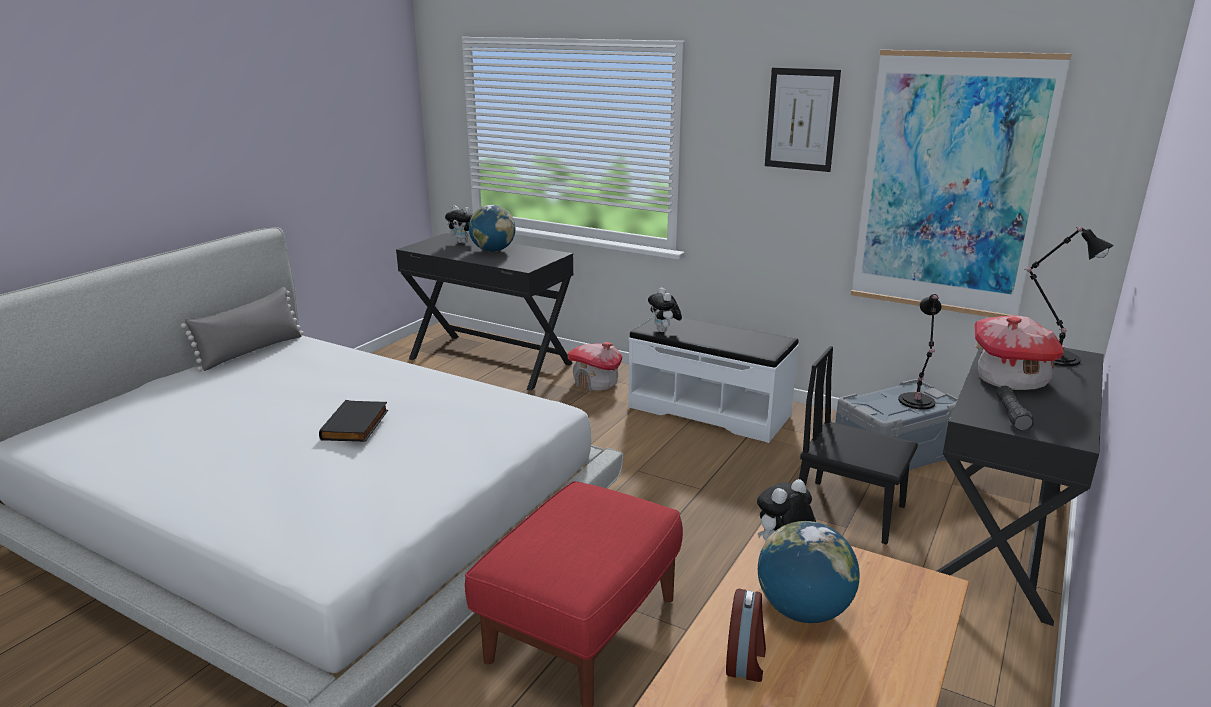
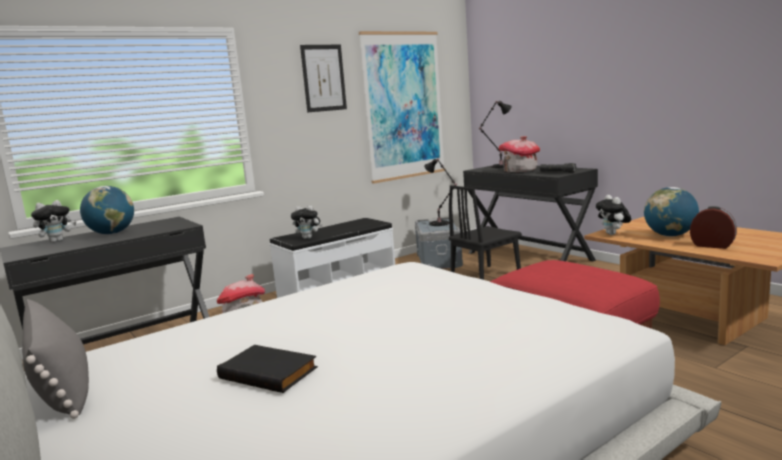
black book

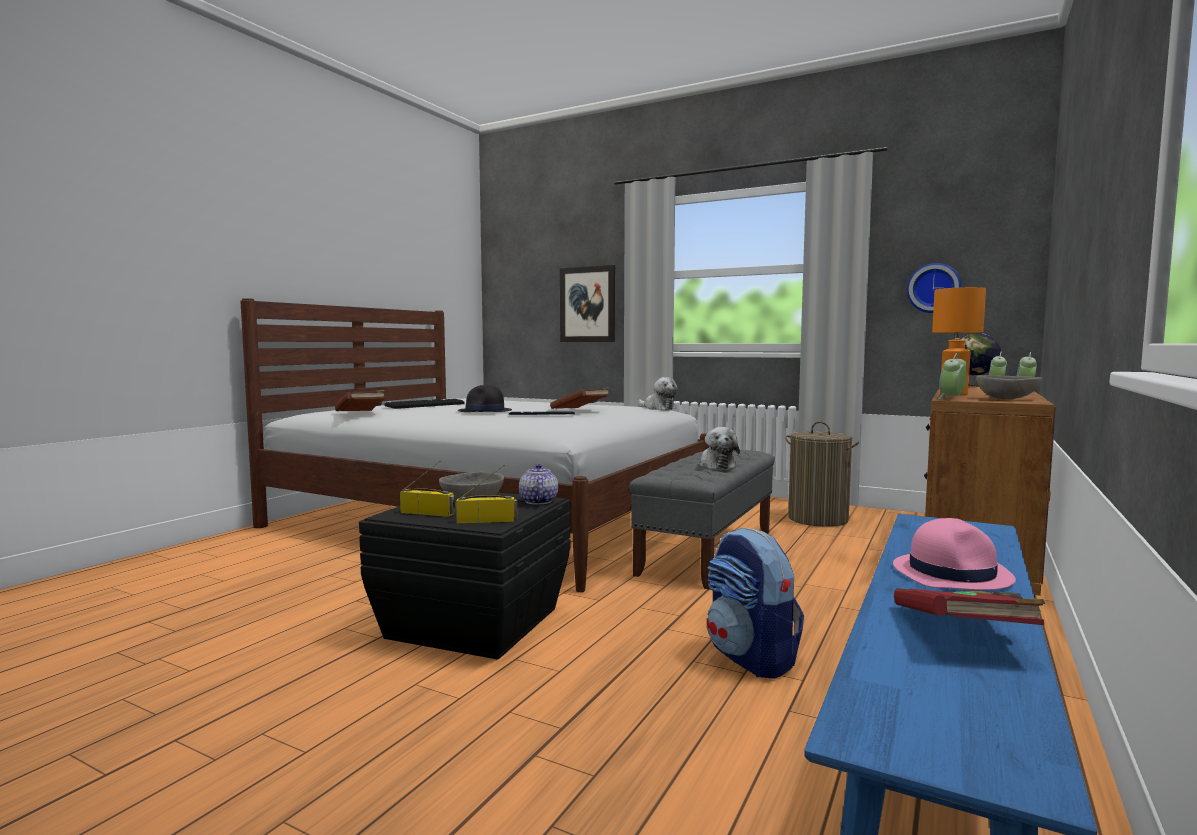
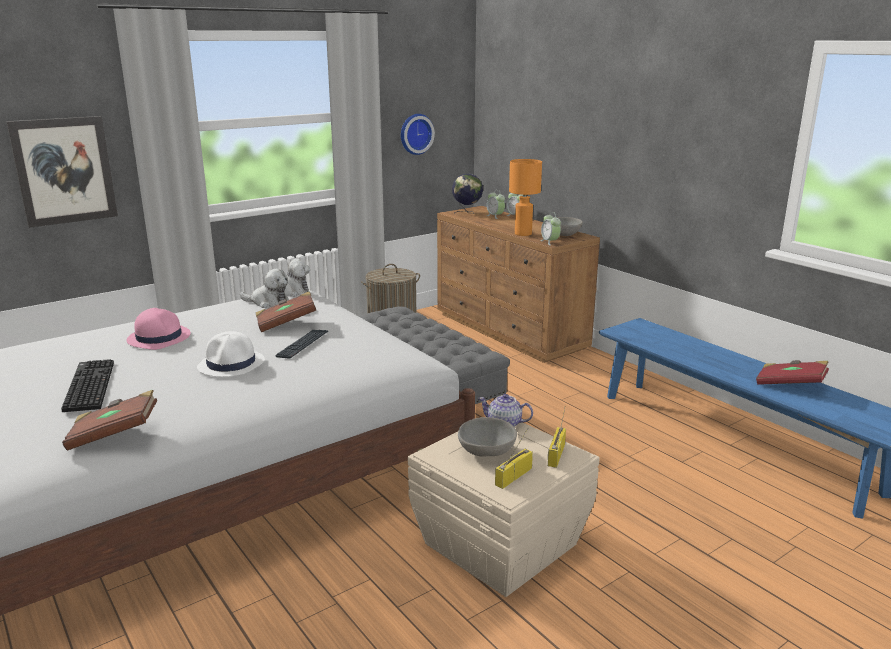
backpack
plush toy (1st from left)
pink hat
beige storage box
white hat

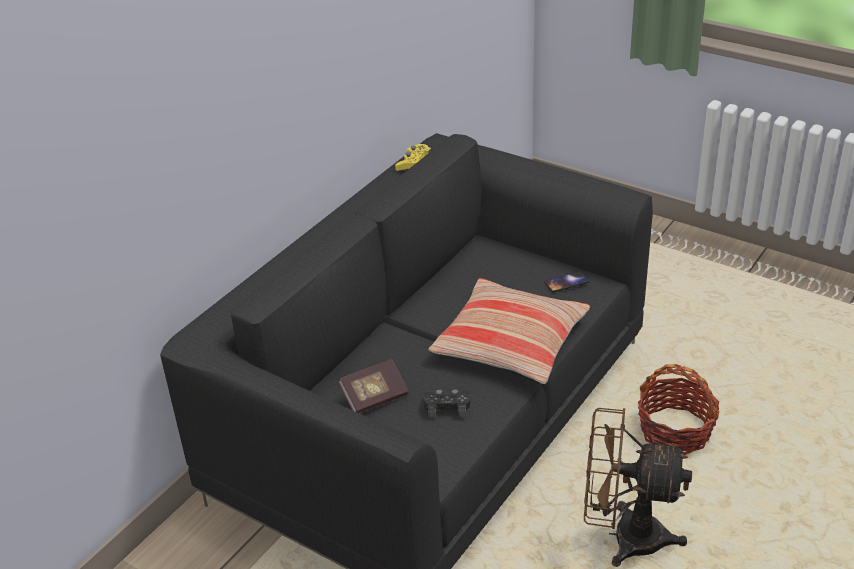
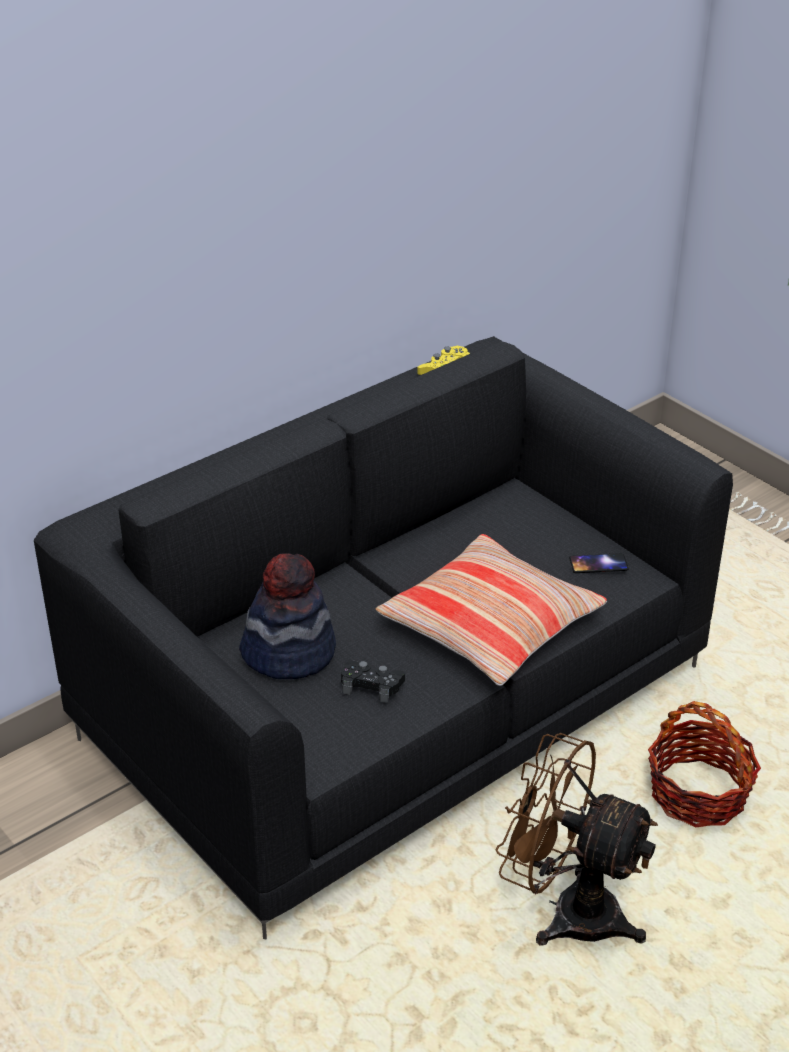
hat

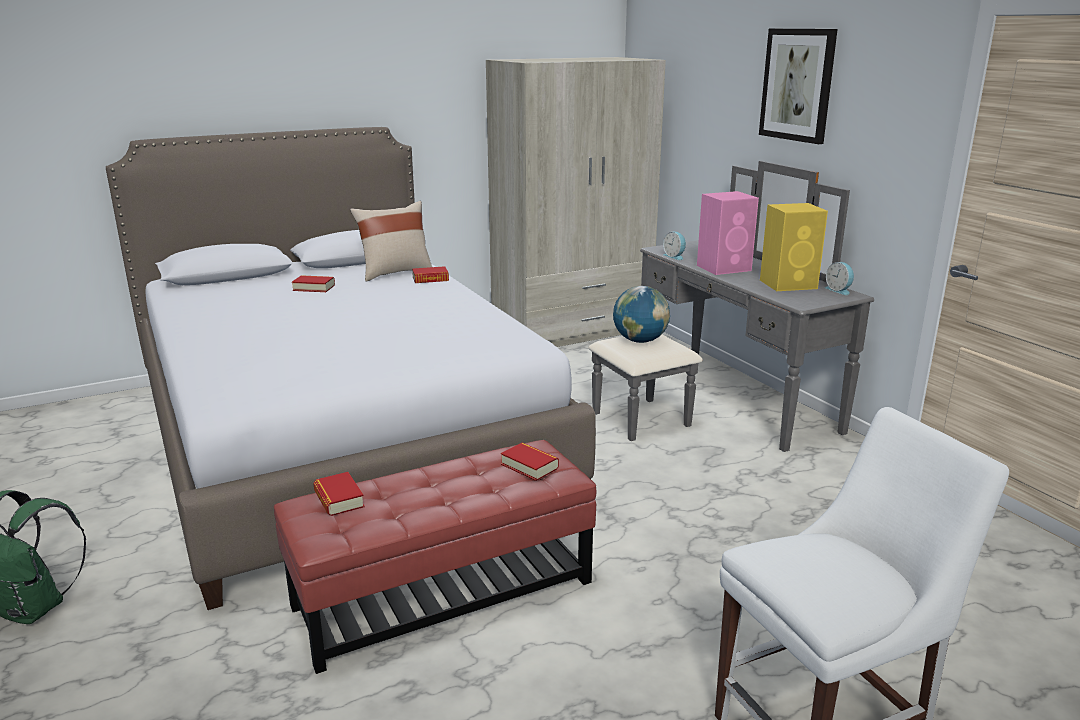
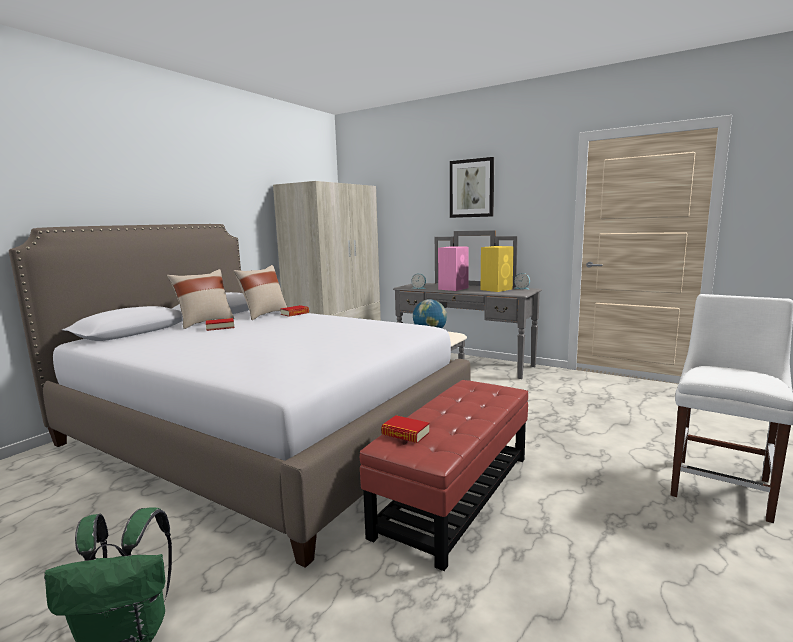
book (4th from left in the first image)
beige pillow (1st from left)

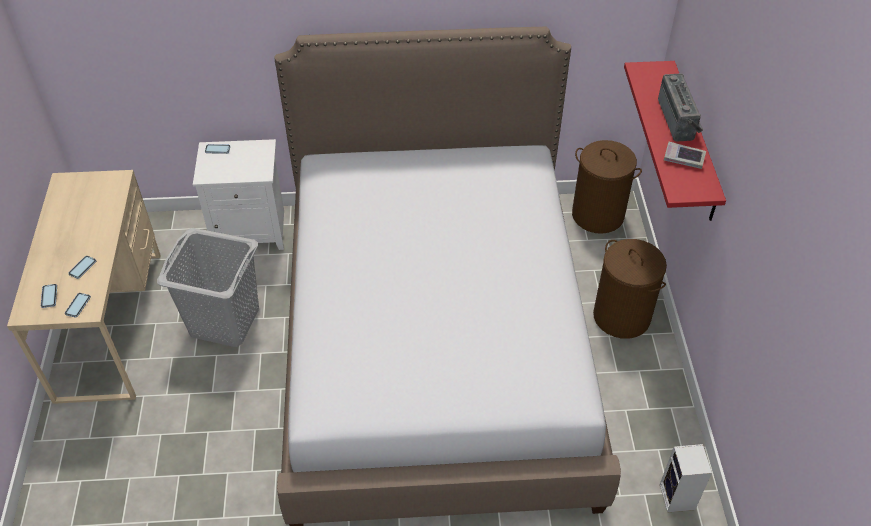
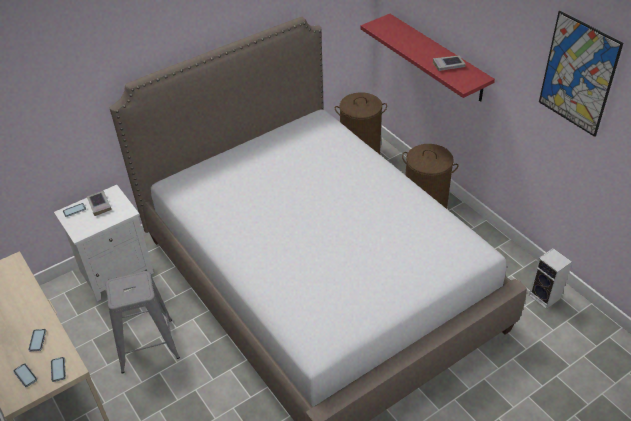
radio
book (1st from left)
picture
grey stool

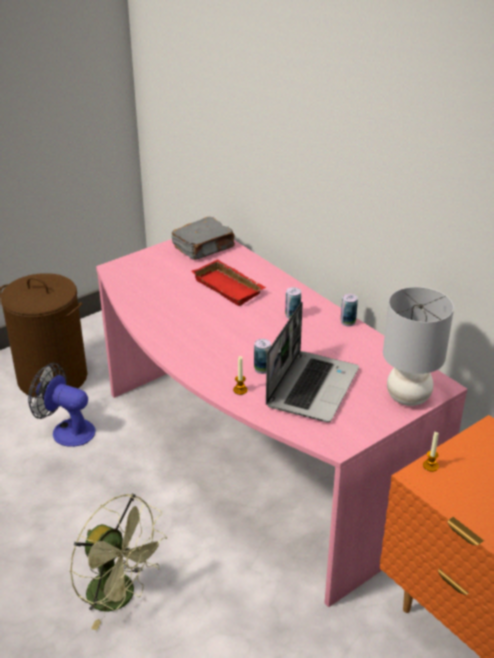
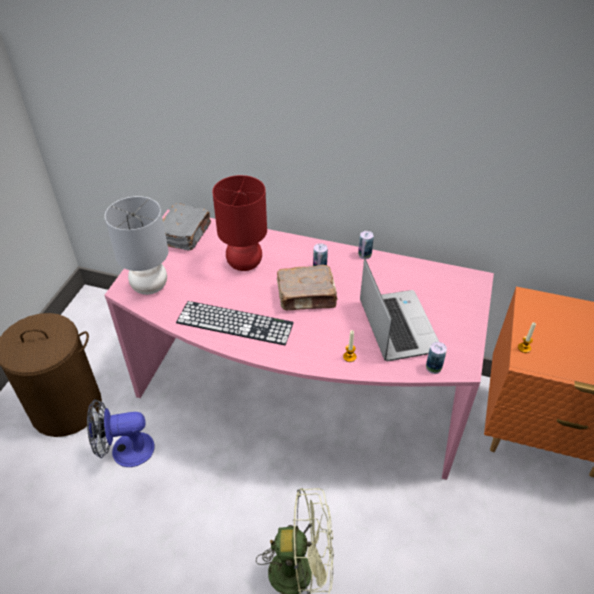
keyboard
brown book
can (3rd from left)
grey table lamp
red table lamp

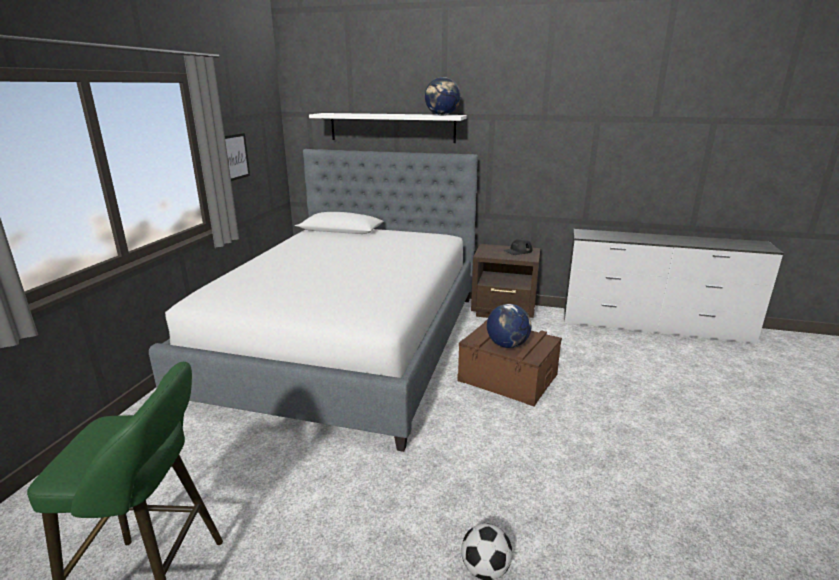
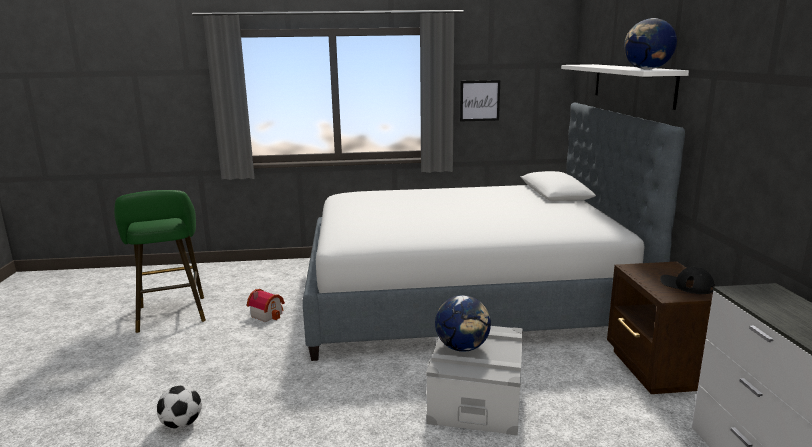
toy house
grey storage box

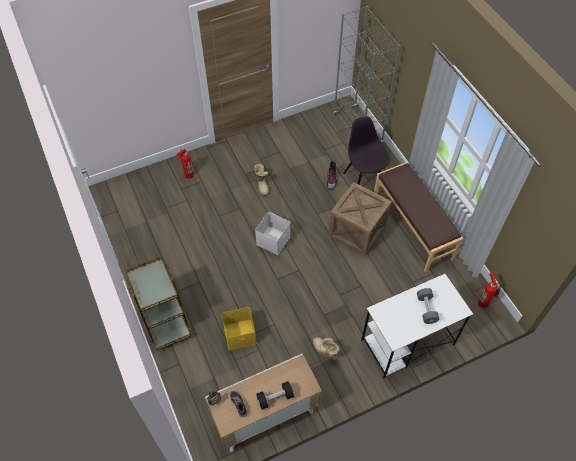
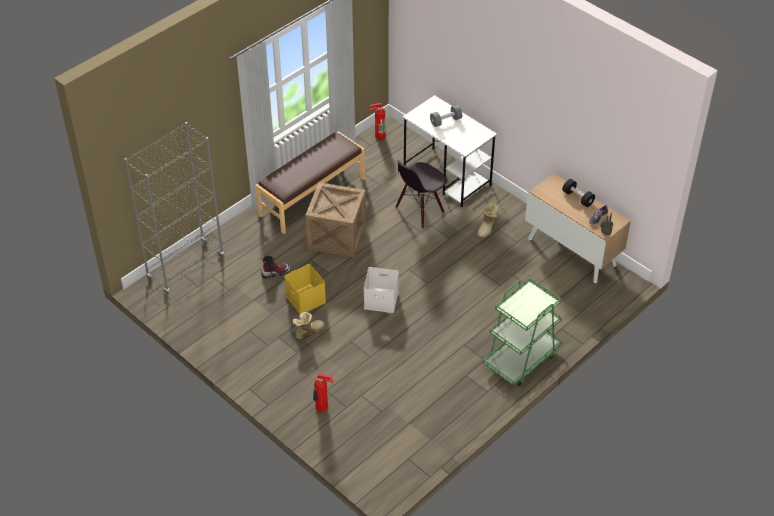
yellow storage box
black chair
green cart

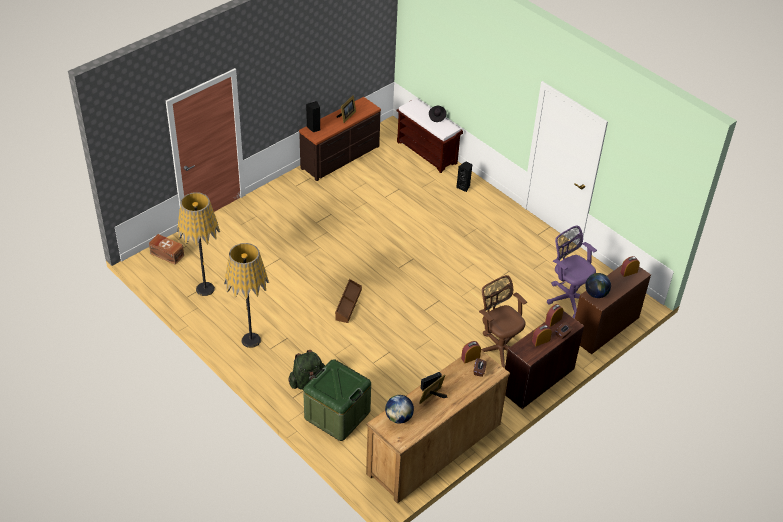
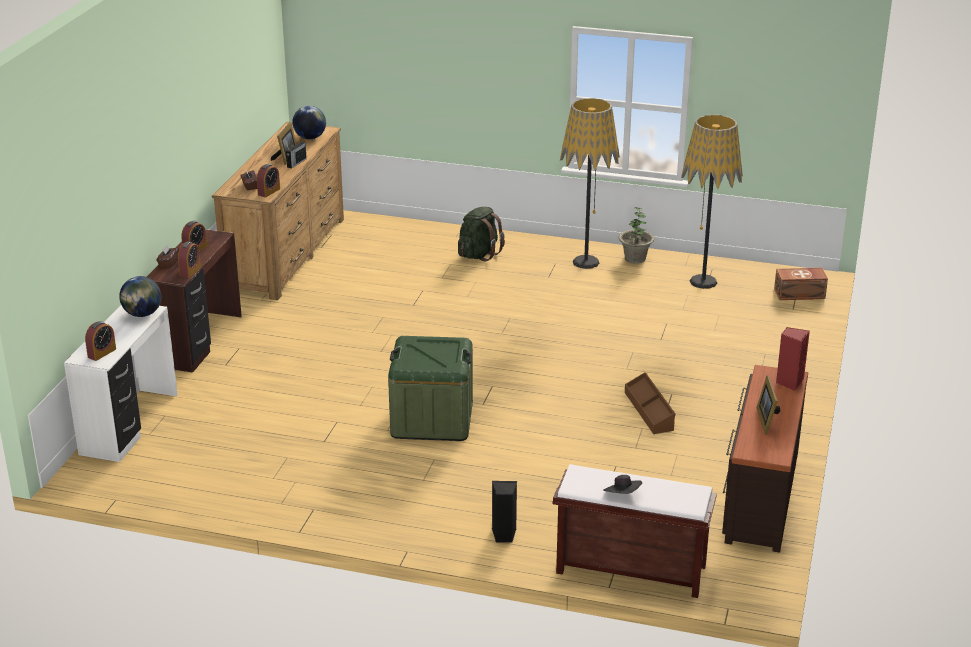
brown office chair
purple office chair
potted plant
green storage box
brown storage box (1st from left)
red speaker
white desk

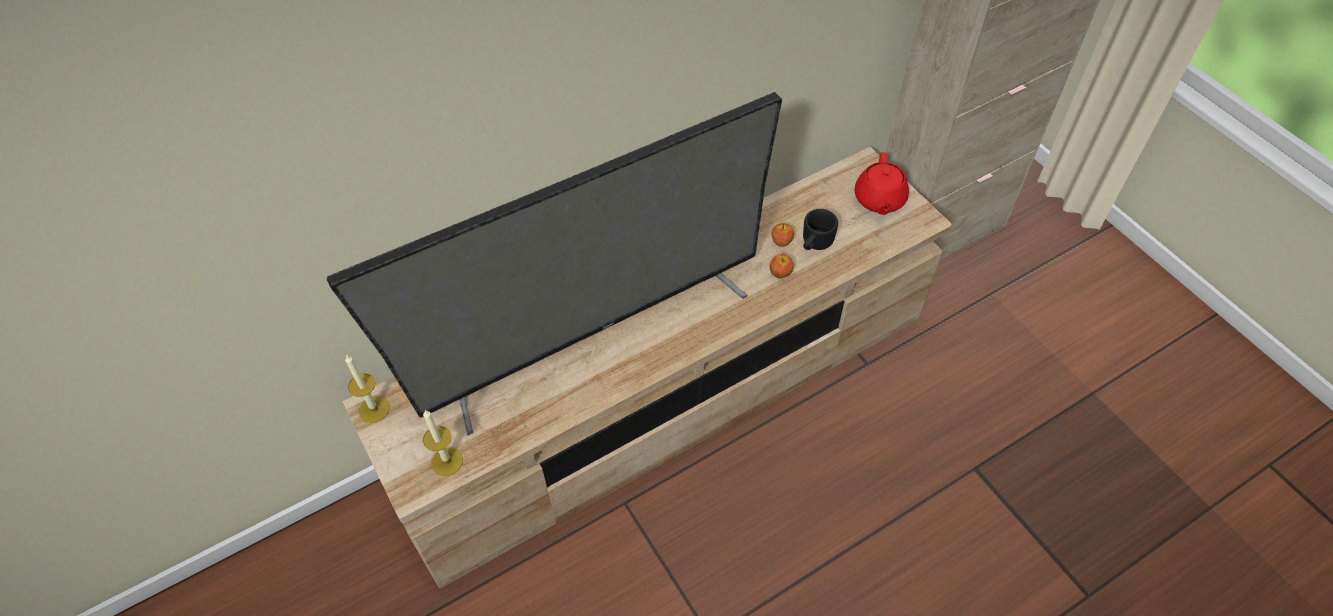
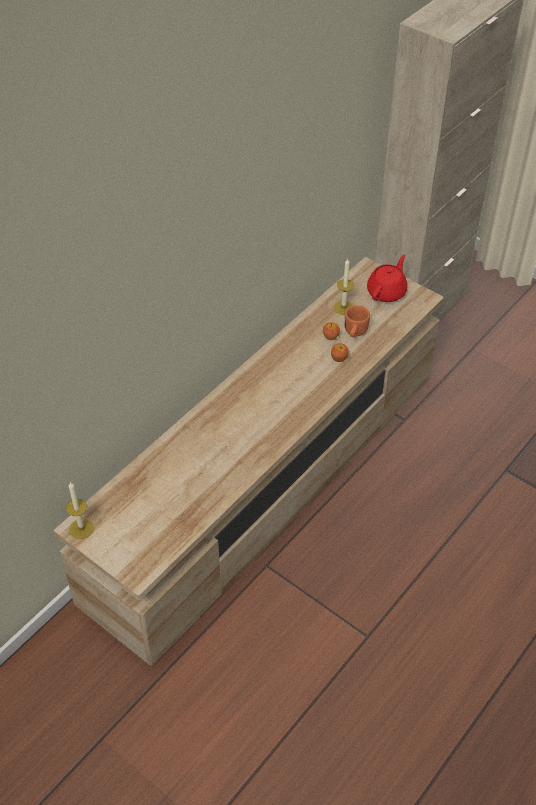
television
candle (2nd from left)
orange mug
red teapot

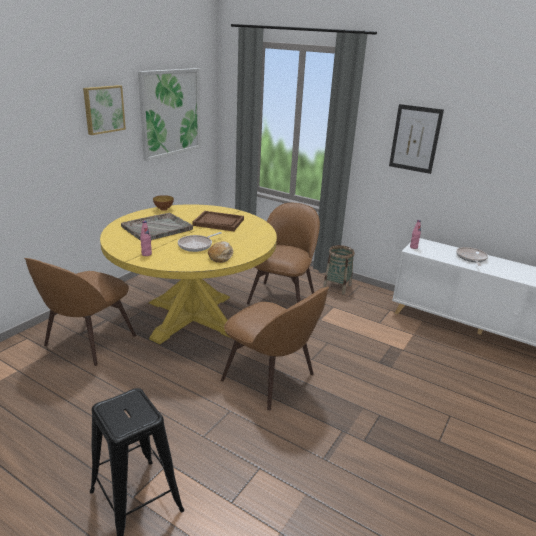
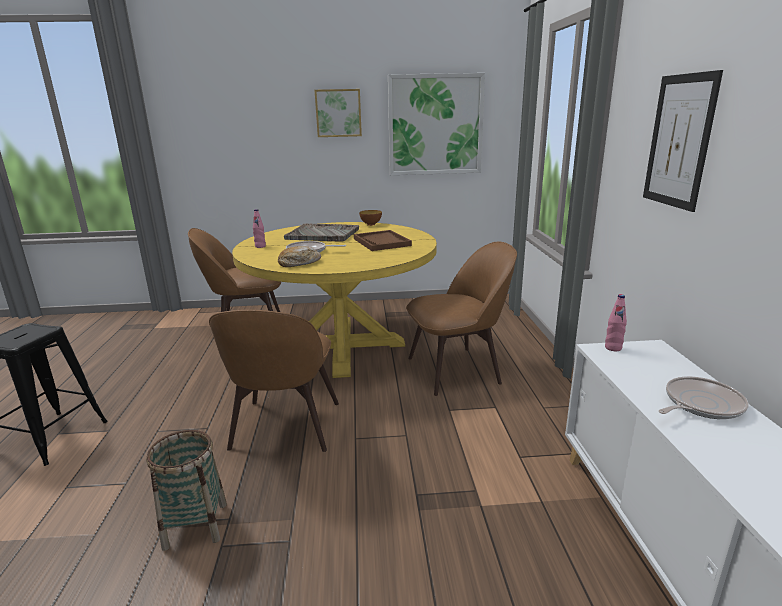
basket

